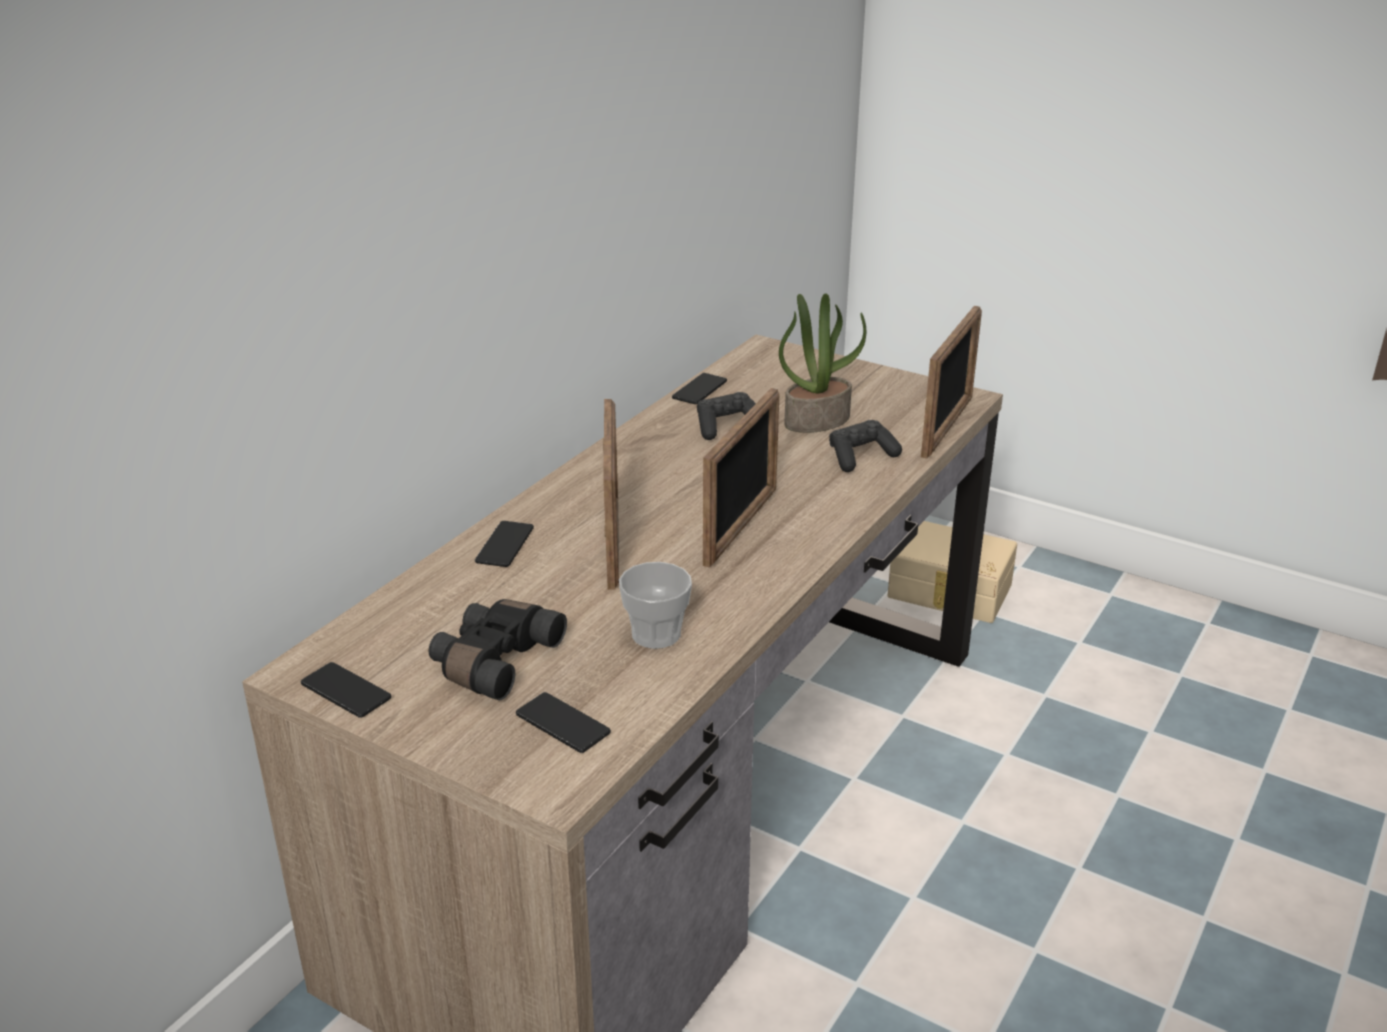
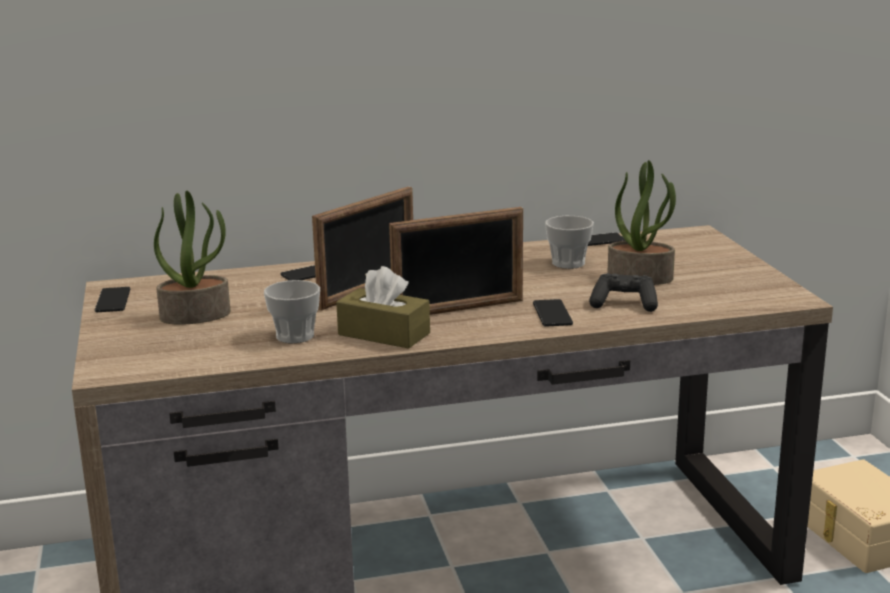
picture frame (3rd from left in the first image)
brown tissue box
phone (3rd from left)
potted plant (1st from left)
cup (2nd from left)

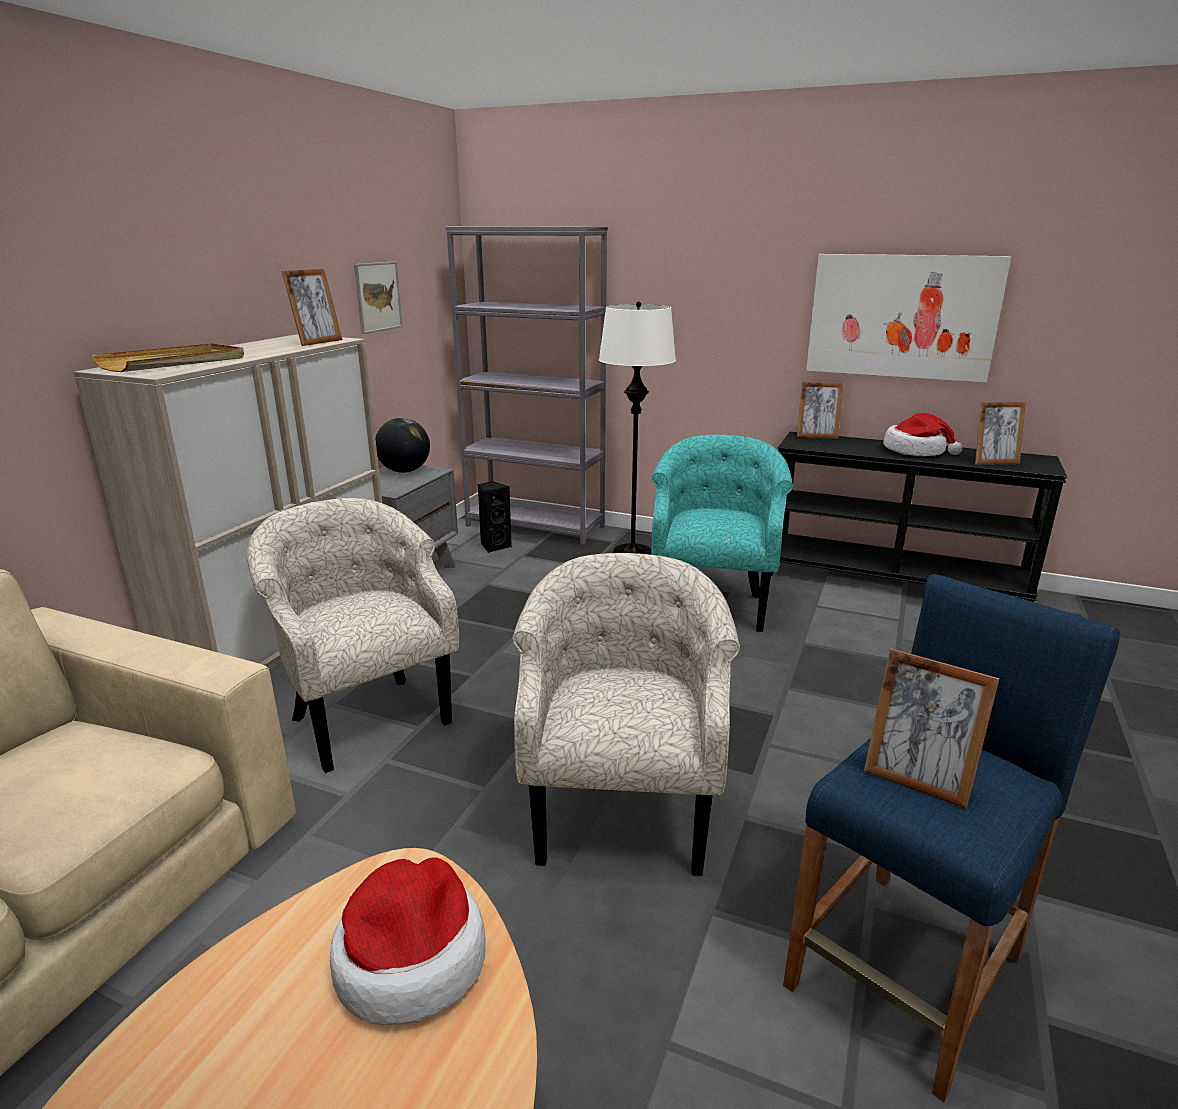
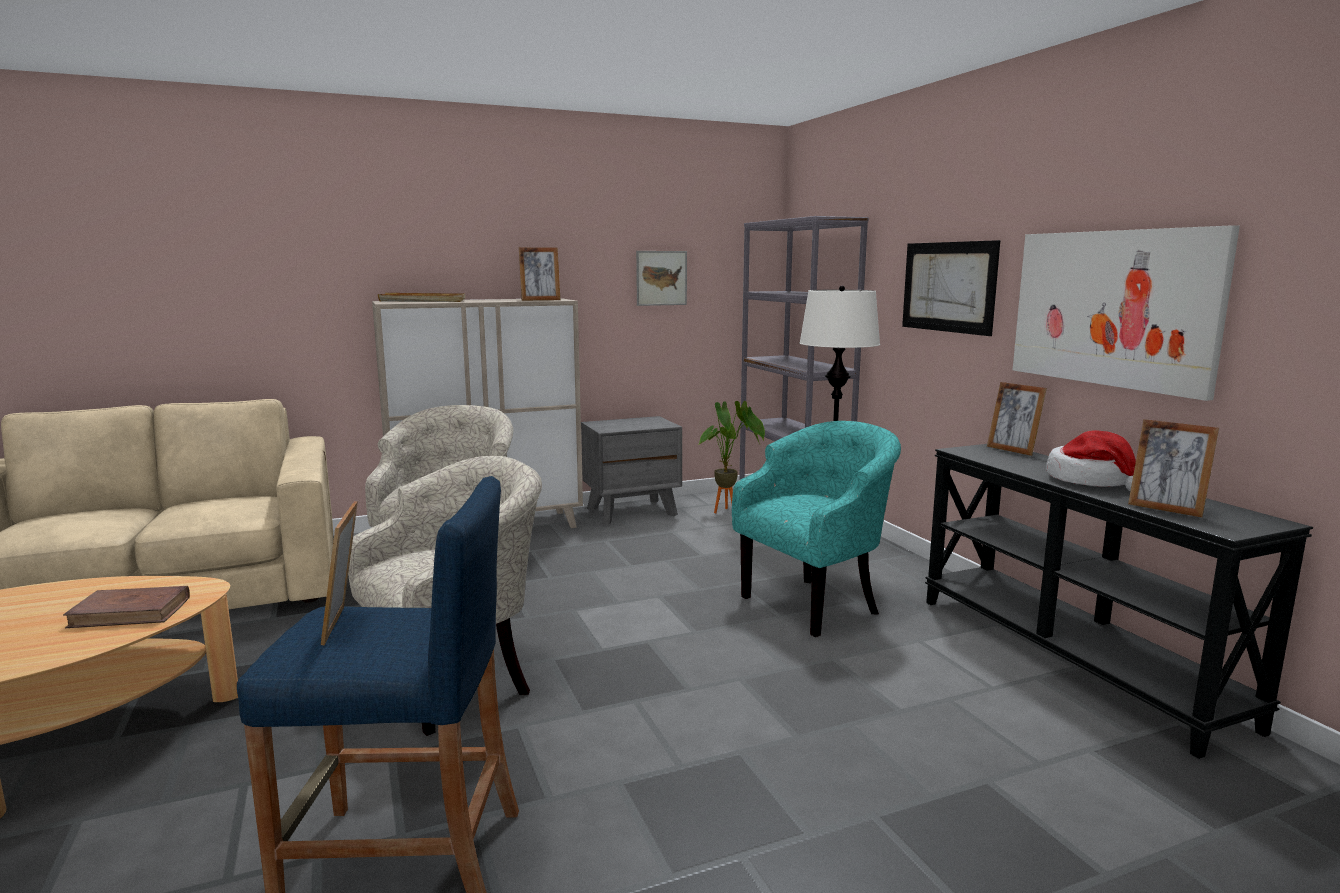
globe
picture (2nd from left)
brown book
potted plant

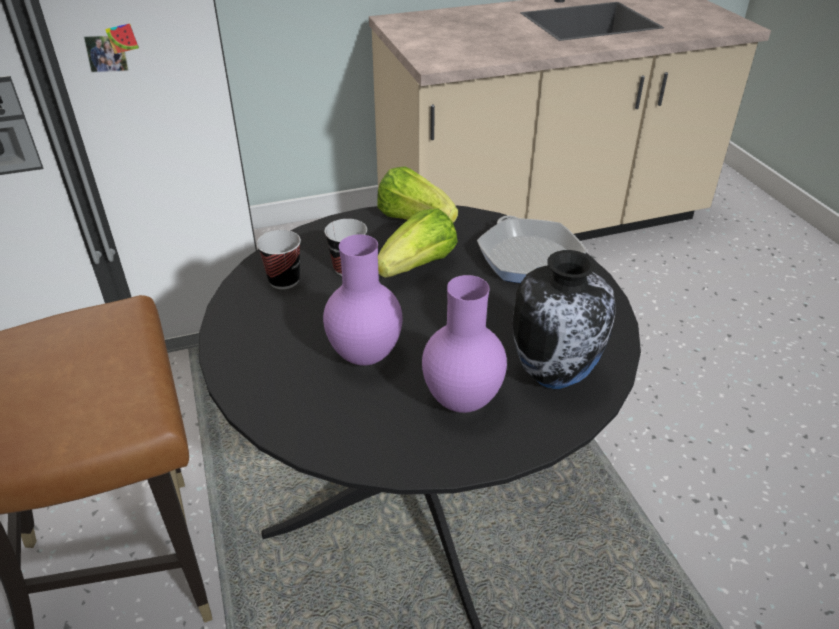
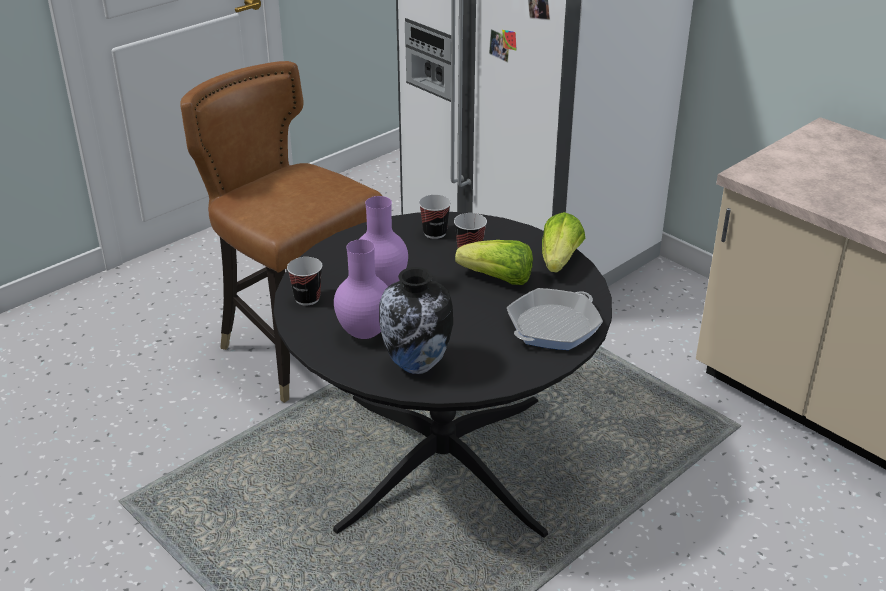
cup (1st from left)

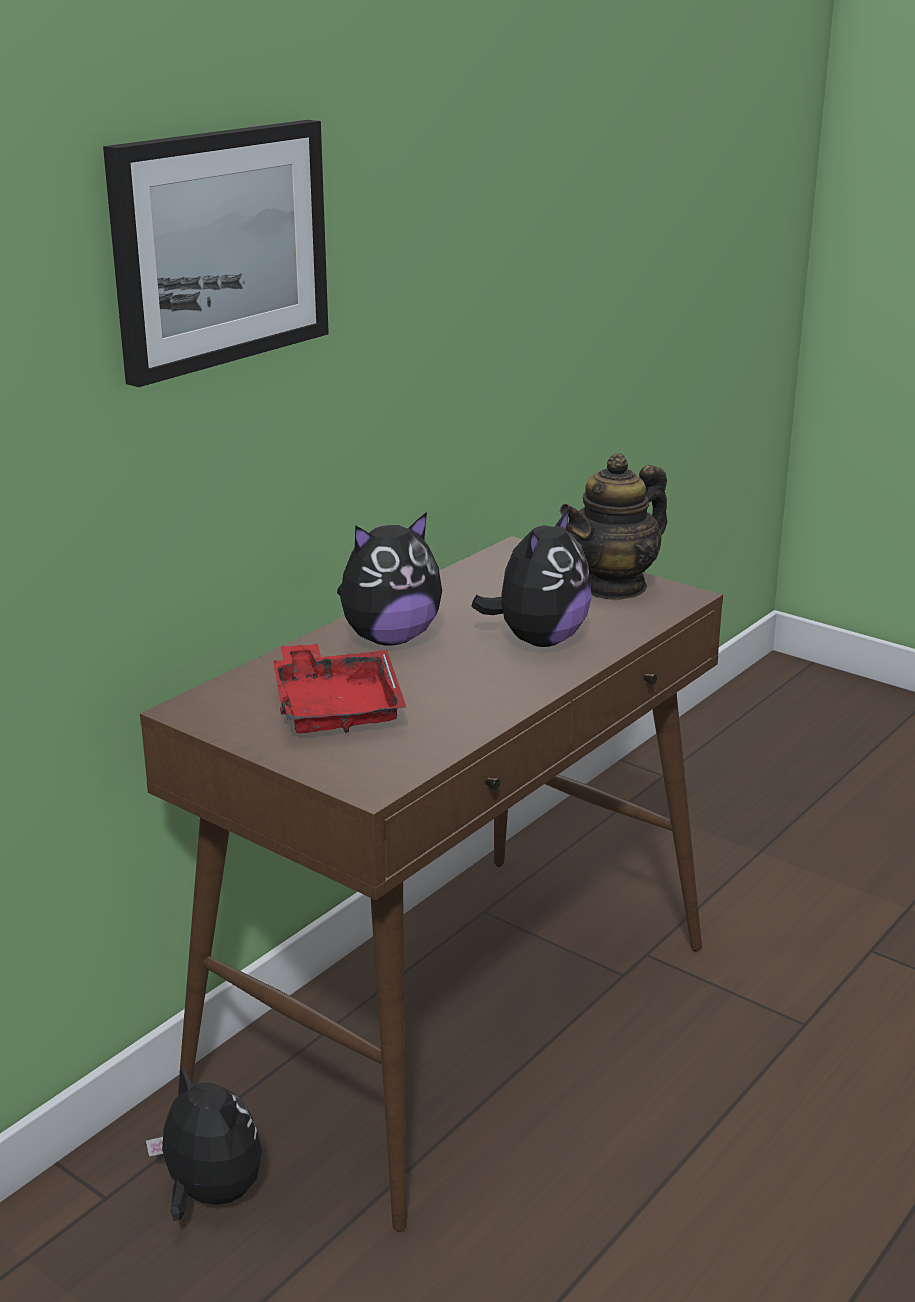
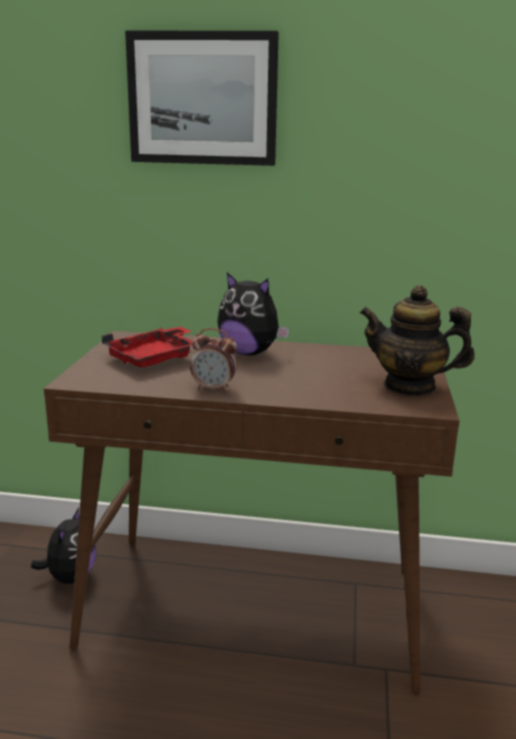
plush toy (3rd from left in the first image)
alarm clock

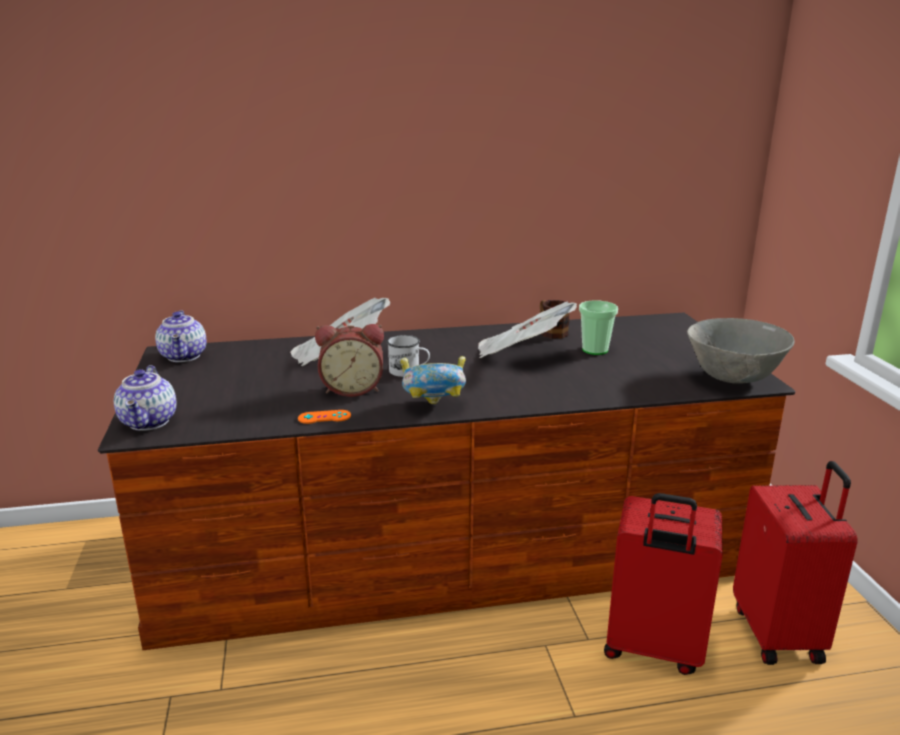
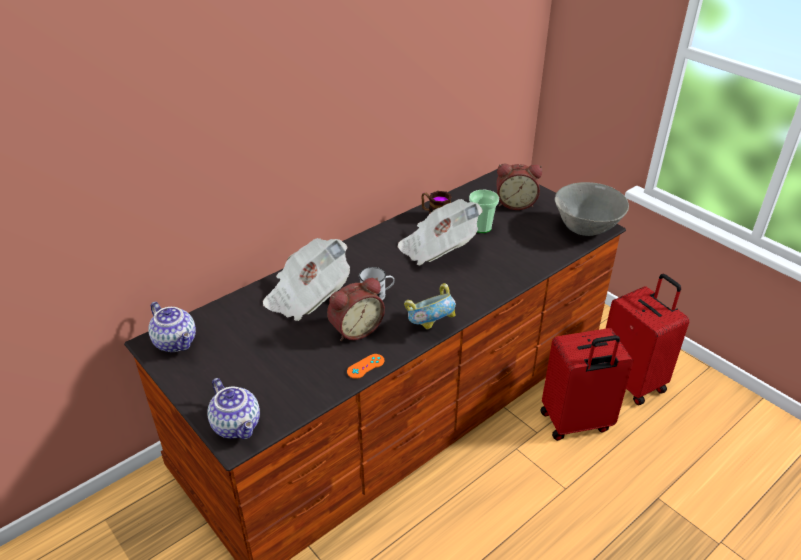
alarm clock (2nd from left)

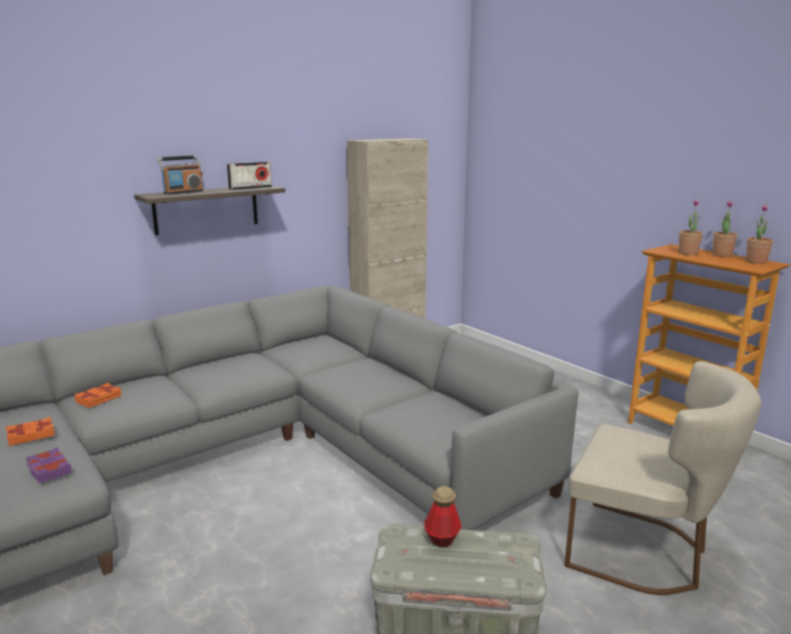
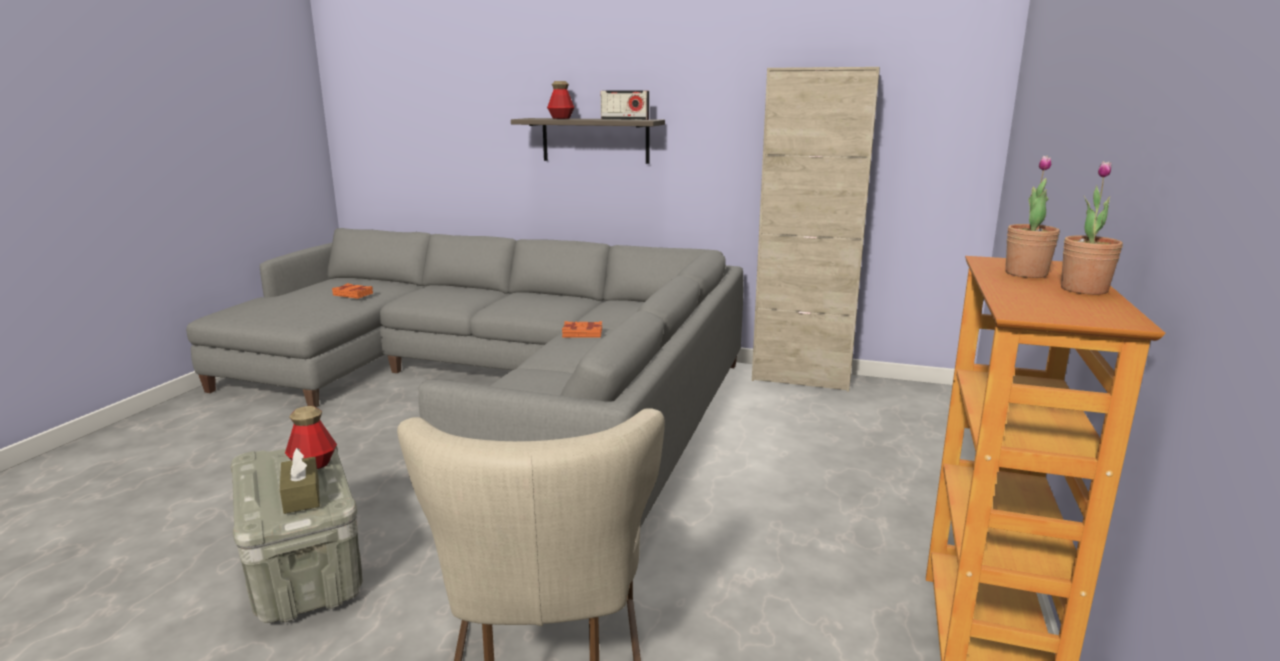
purple book
potted plant (3rd from left in the first image)
brown tissue box
orange book (2nd from left)
bottle (2nd from left)

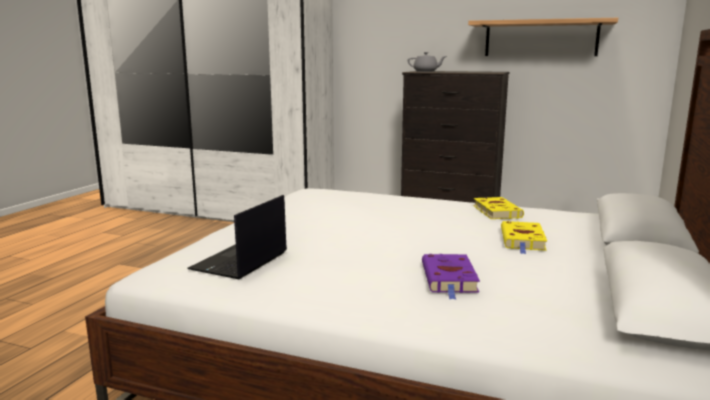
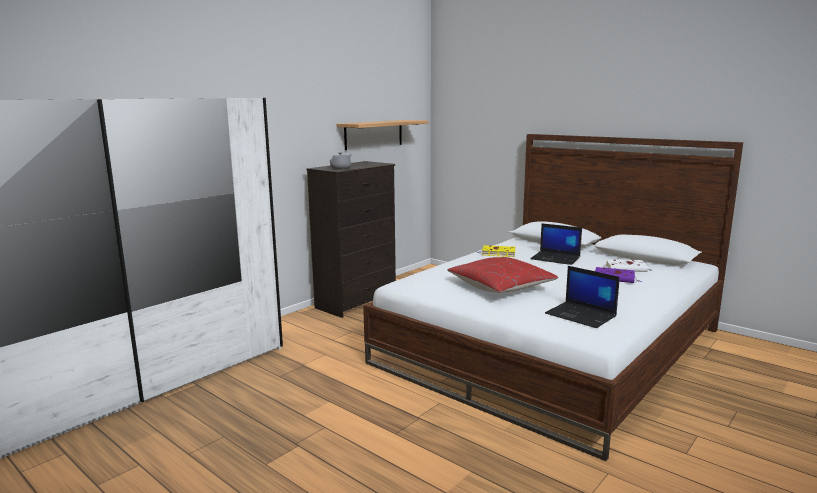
red pillow
white book
laptop (1st from left)

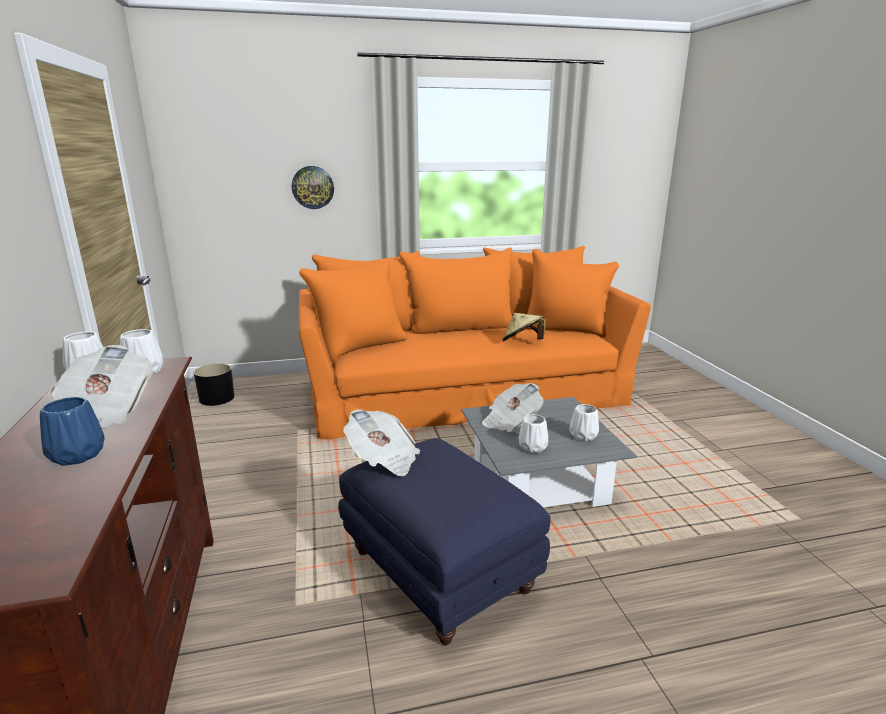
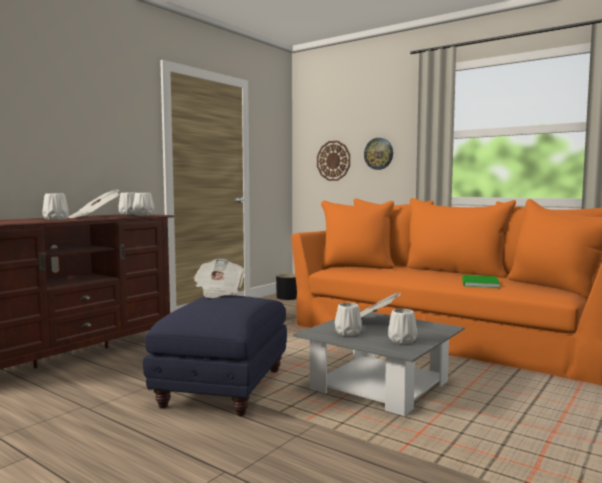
wall clock (1st from left)
green book
white vase (1st from left)

